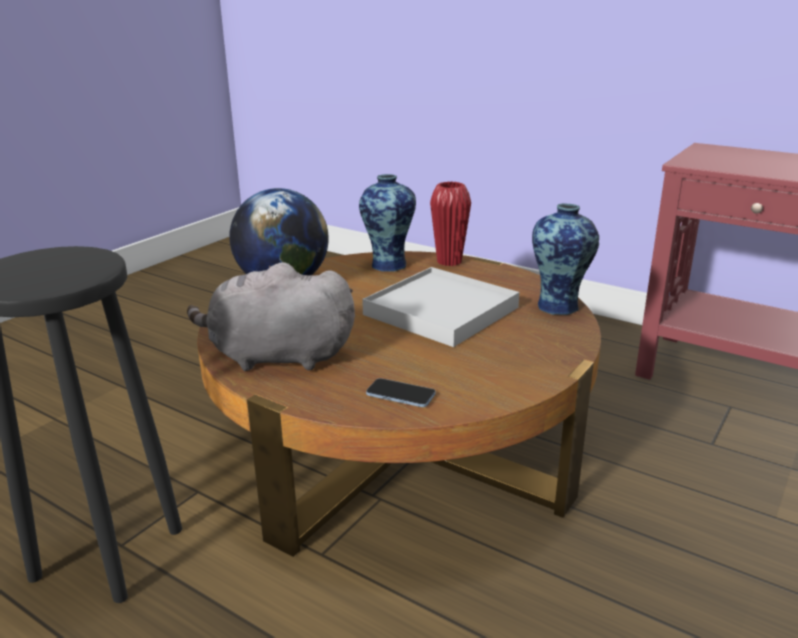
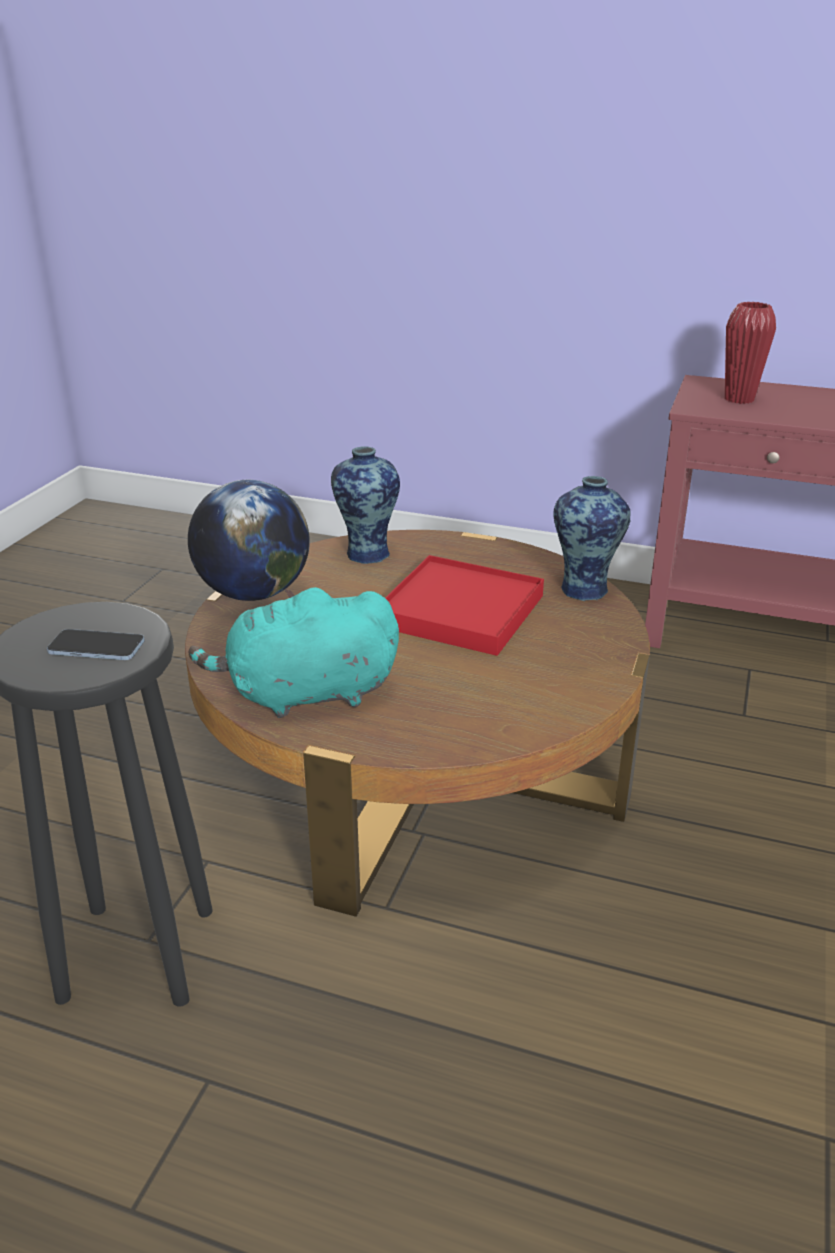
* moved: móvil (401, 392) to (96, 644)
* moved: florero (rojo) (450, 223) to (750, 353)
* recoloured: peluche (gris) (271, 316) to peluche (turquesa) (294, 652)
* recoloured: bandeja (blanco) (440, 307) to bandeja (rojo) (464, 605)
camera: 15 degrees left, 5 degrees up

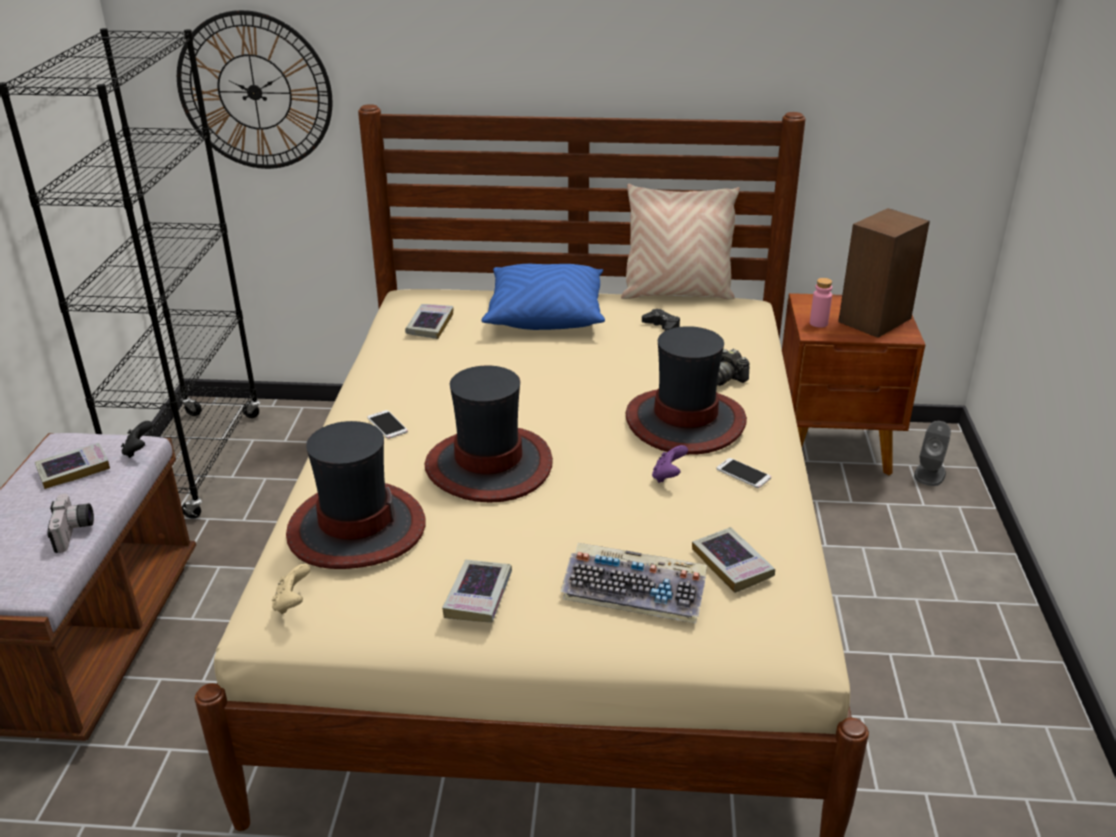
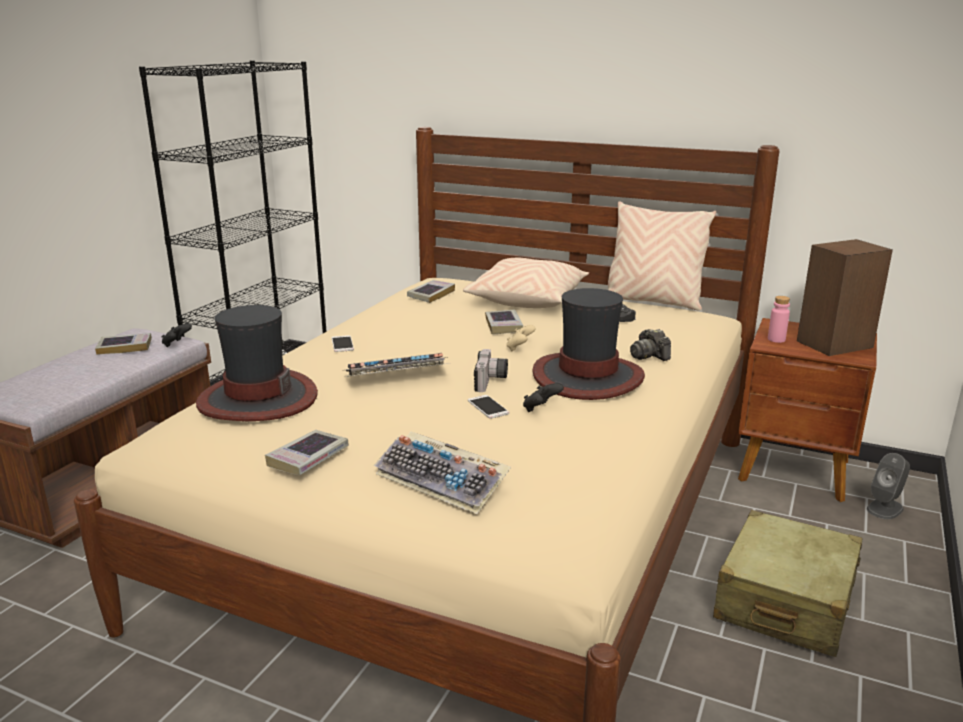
* removed: reloj de pared (255, 89)
* added: maleta (beis) (788, 583)
* moved: cámara (70, 523) to (491, 370)
* moved: mando de consola (beis) (291, 589) to (520, 338)
* moved: libro (733, 560) to (504, 322)
* moved: móvil (744, 473) to (488, 407)
* replaced: sombrero (489, 434) to teclado (398, 364)
* recoloured: cojín (azul) (543, 297) to cojín (beis) (526, 283)
* recoloured: mando de consola (morado) (670, 464) to mando de consola (negro) (543, 397)
camera: 20 degrees right, 10 degrees down

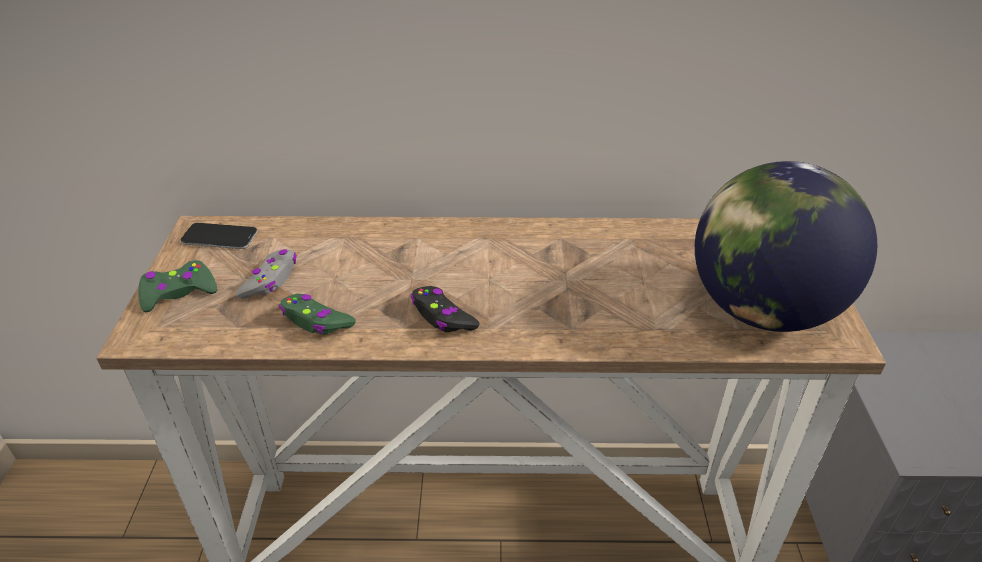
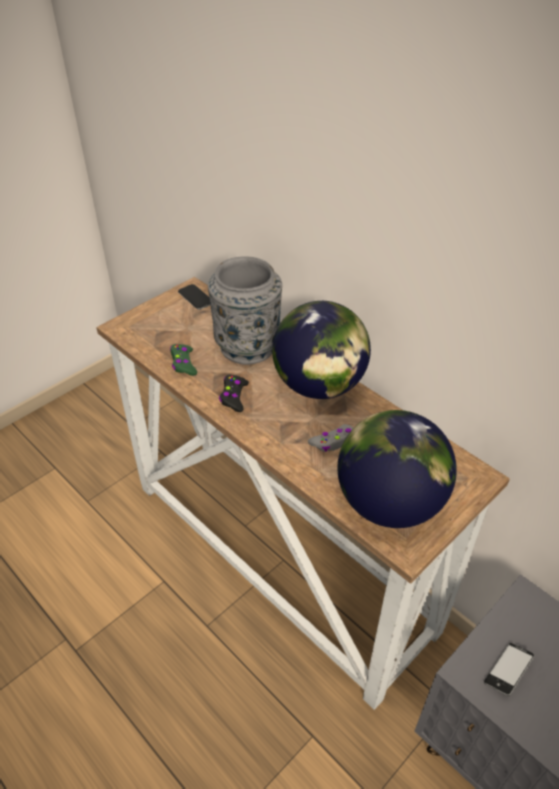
* removed: mando de consola (verde) (177, 286)
* added: florero (gris) (245, 310)
* added: globo terráqueo (321, 350)
* added: móvil (509, 669)
* moved: mando de consola (gris) (266, 273) to (330, 438)
camera: 45 degrees right, 5 degrees up

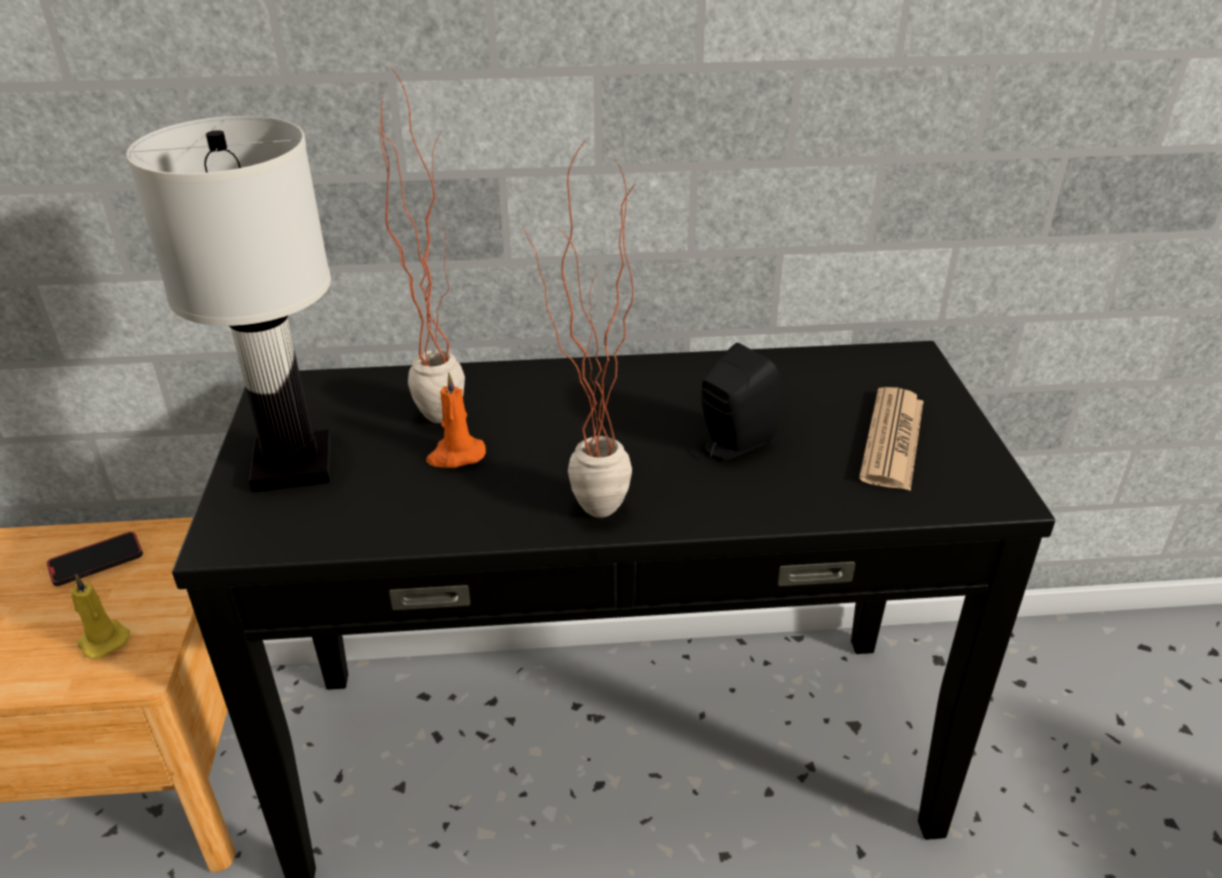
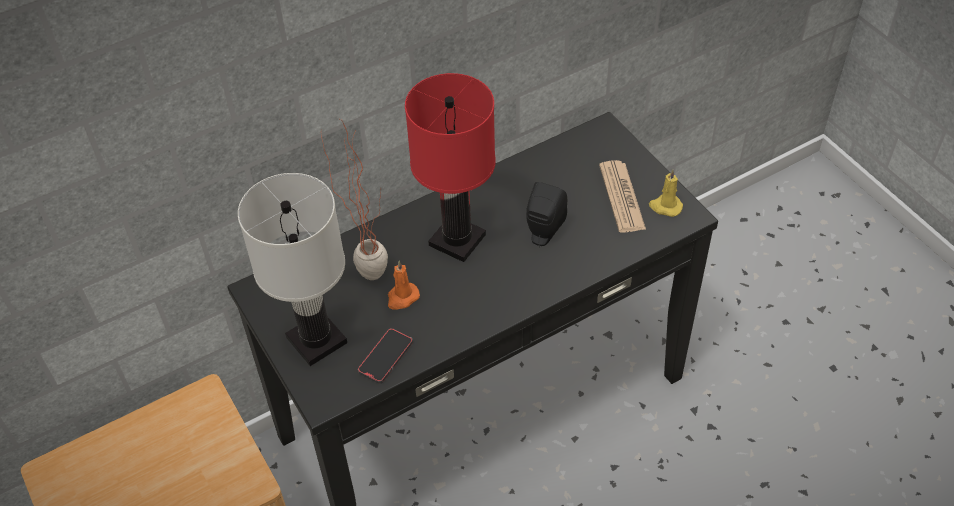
* removed: planta en maceta (579, 328)
* added: lámpara de mesa (rojo) (450, 167)
* moved: móvil (95, 559) to (385, 356)
* moved: vela (amarillo) (100, 616) to (666, 193)
camera: 25 degrees left, 15 degrees up

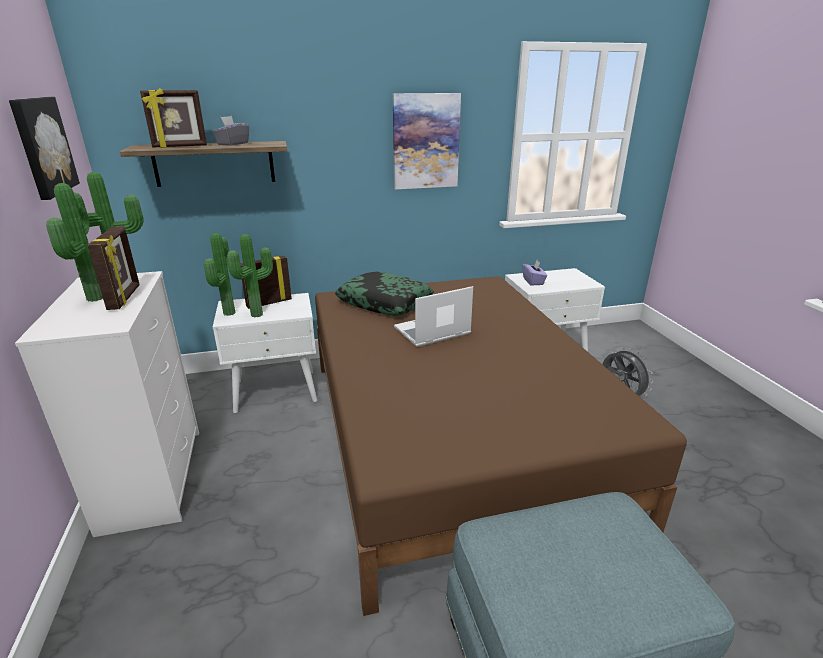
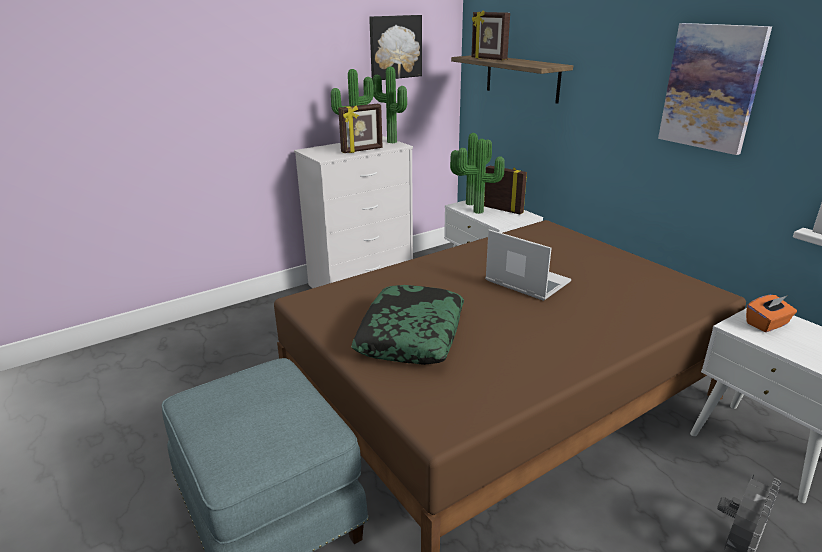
* removed: caja de pañuelos (gris) (230, 131)
* moved: cojín (384, 294) to (407, 325)
* recoloured: caja de pañuelos (morado) (535, 273) to caja de pañuelos (naranja) (771, 313)
camera: 70 degrees right, 0 degrees up

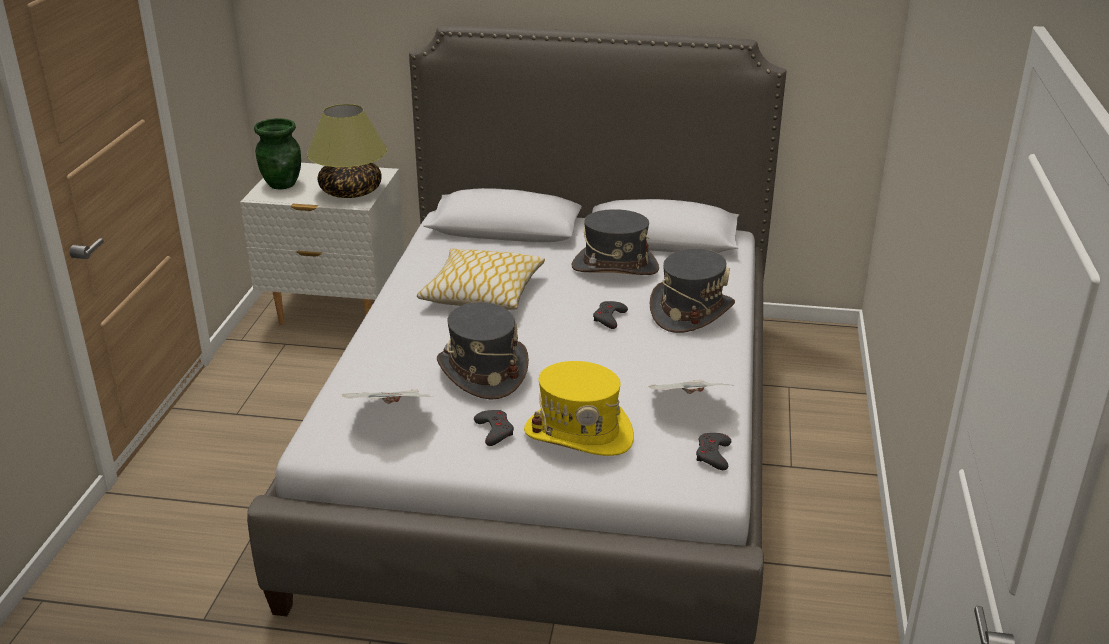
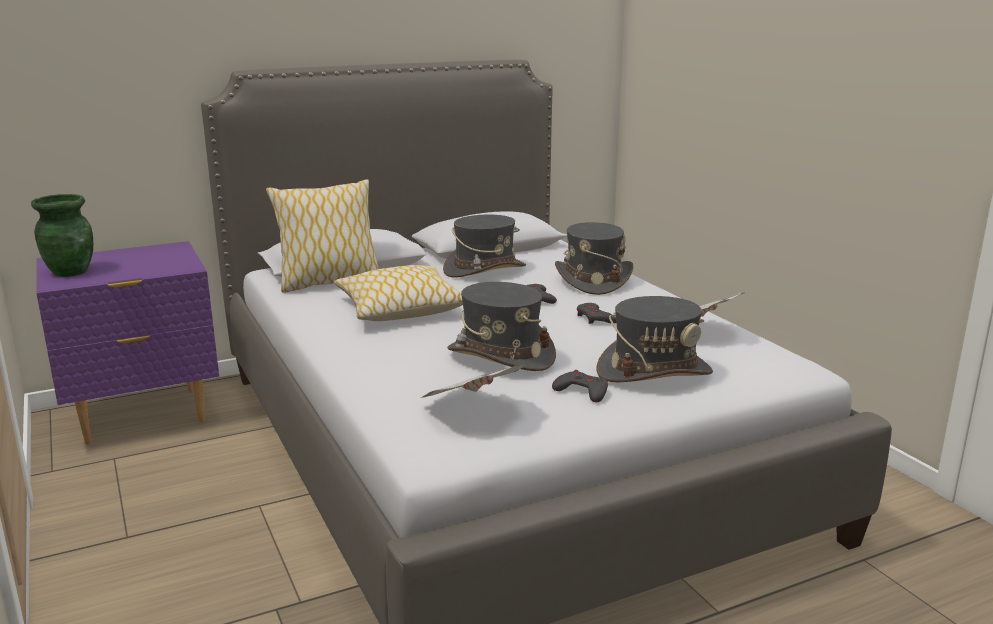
* removed: lámpara de mesa (347, 151)
* added: cojín (322, 236)
* moved: mando de consola (gris) (713, 451) to (596, 313)
* recoloured: mesita de noche (blanco) (322, 244) to mesita de noche (morado) (127, 343)
* recoloured: sombrero (amarillo) (579, 408) to sombrero (gris) (654, 339)
camera: 35 degrees left, 10 degrees down

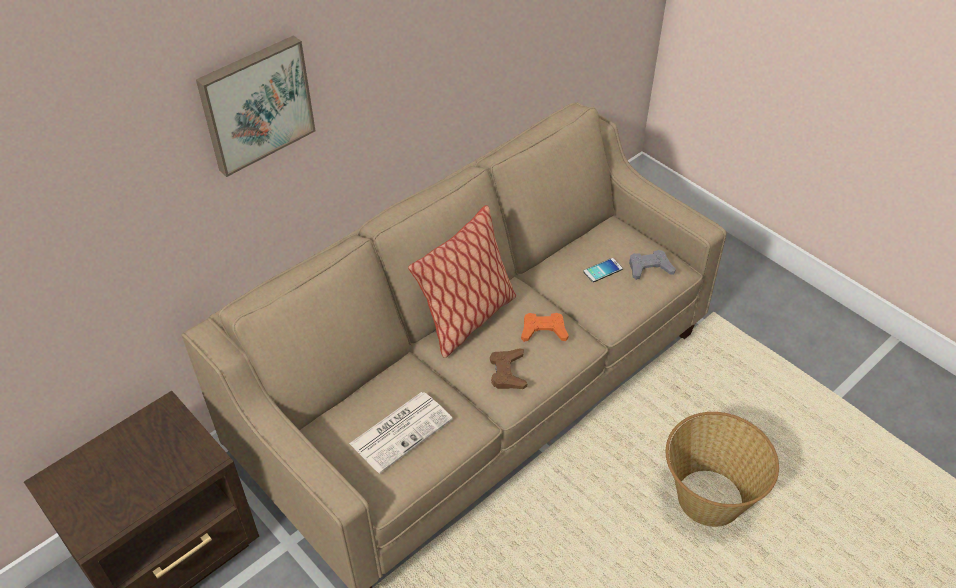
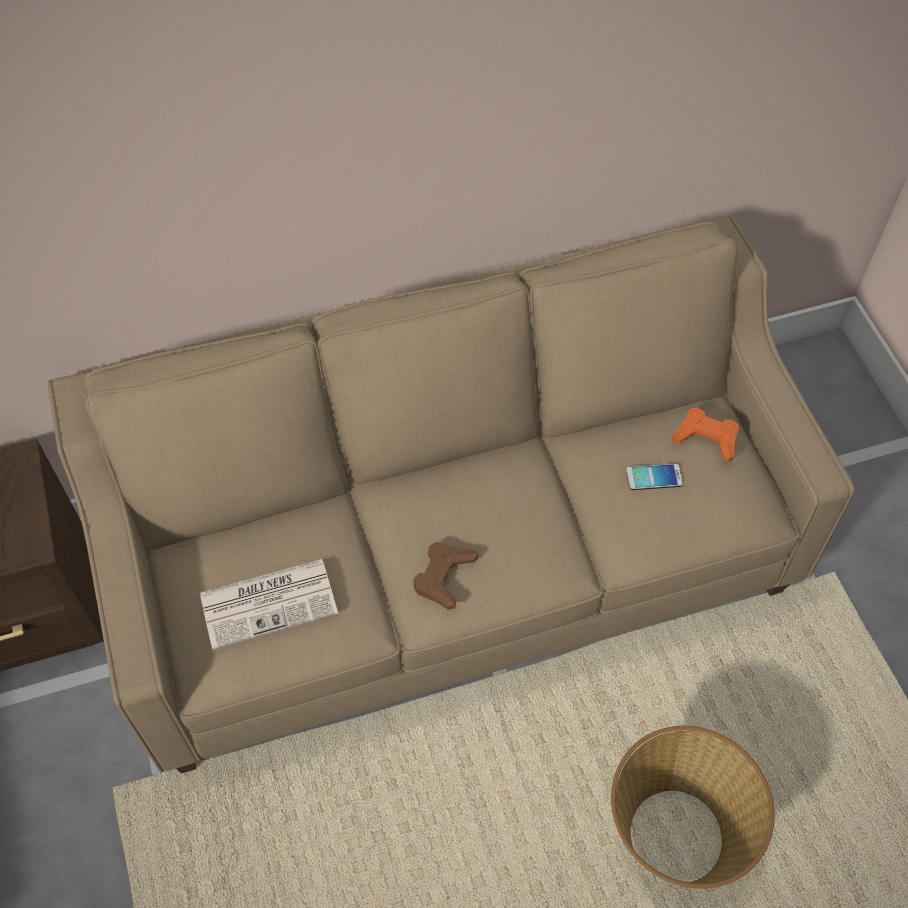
* removed: cuadro (255, 106)
* removed: cojín (462, 281)
* removed: mando de consola (gris) (652, 265)
* moved: mando de consola (naranja) (545, 327) to (705, 435)
camera: 25 degrees right, 10 degrees up

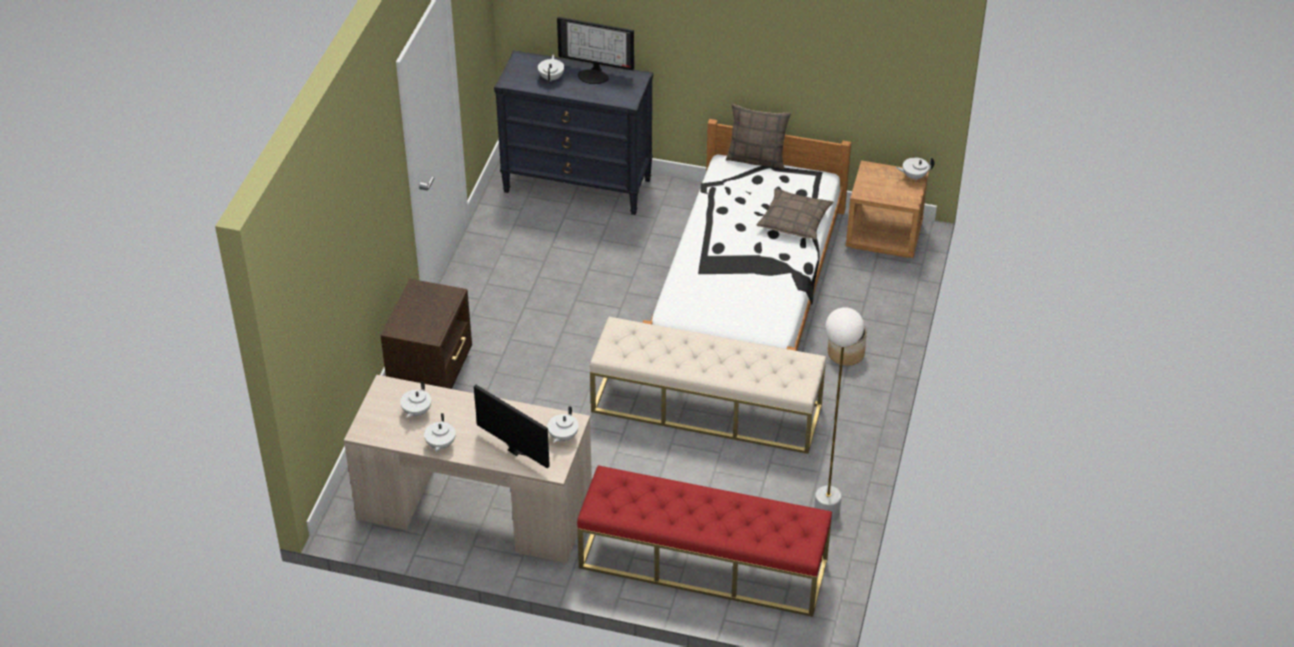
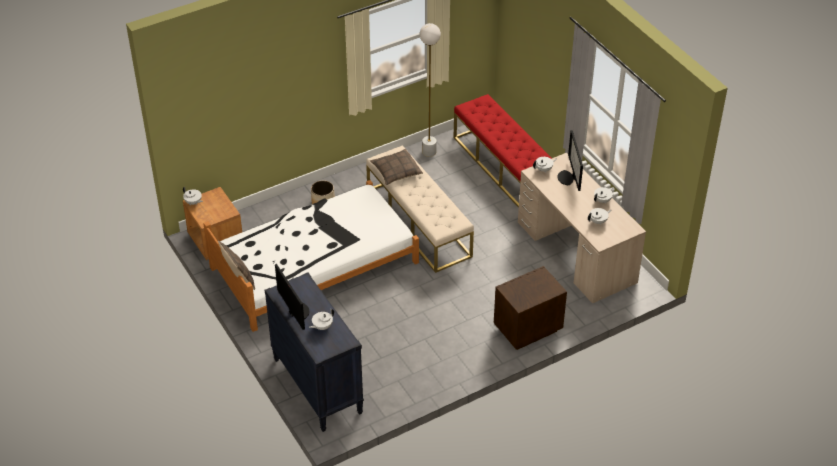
* moved: cojín (795, 214) to (396, 167)
camera: 135 degrees left, 0 degrees up

